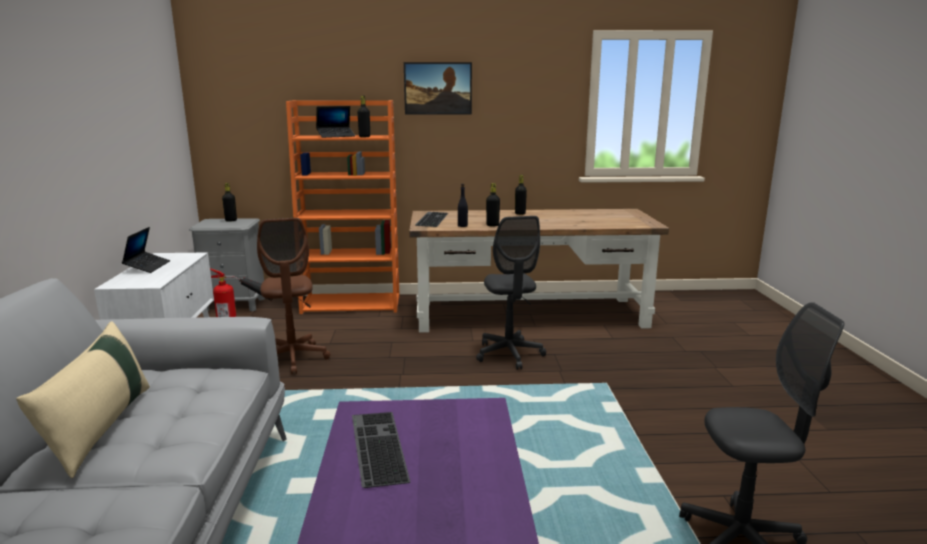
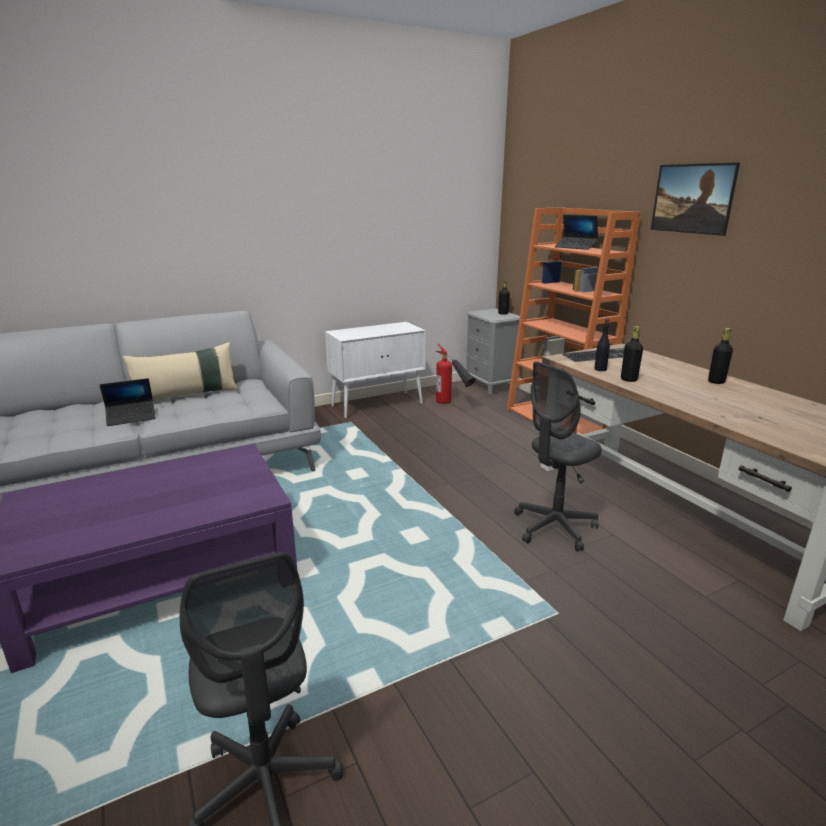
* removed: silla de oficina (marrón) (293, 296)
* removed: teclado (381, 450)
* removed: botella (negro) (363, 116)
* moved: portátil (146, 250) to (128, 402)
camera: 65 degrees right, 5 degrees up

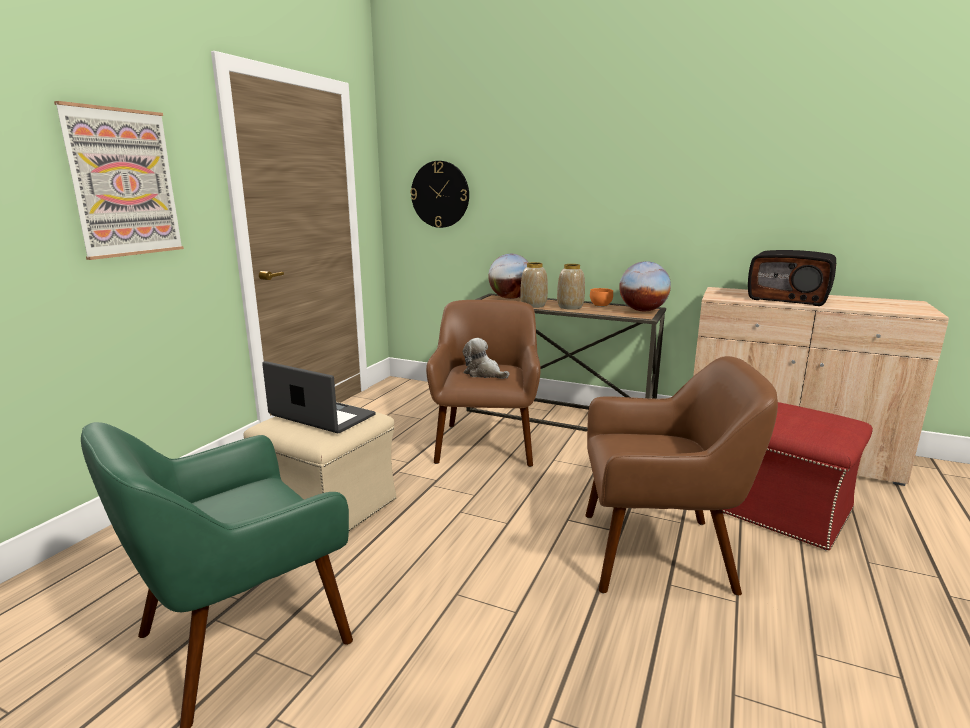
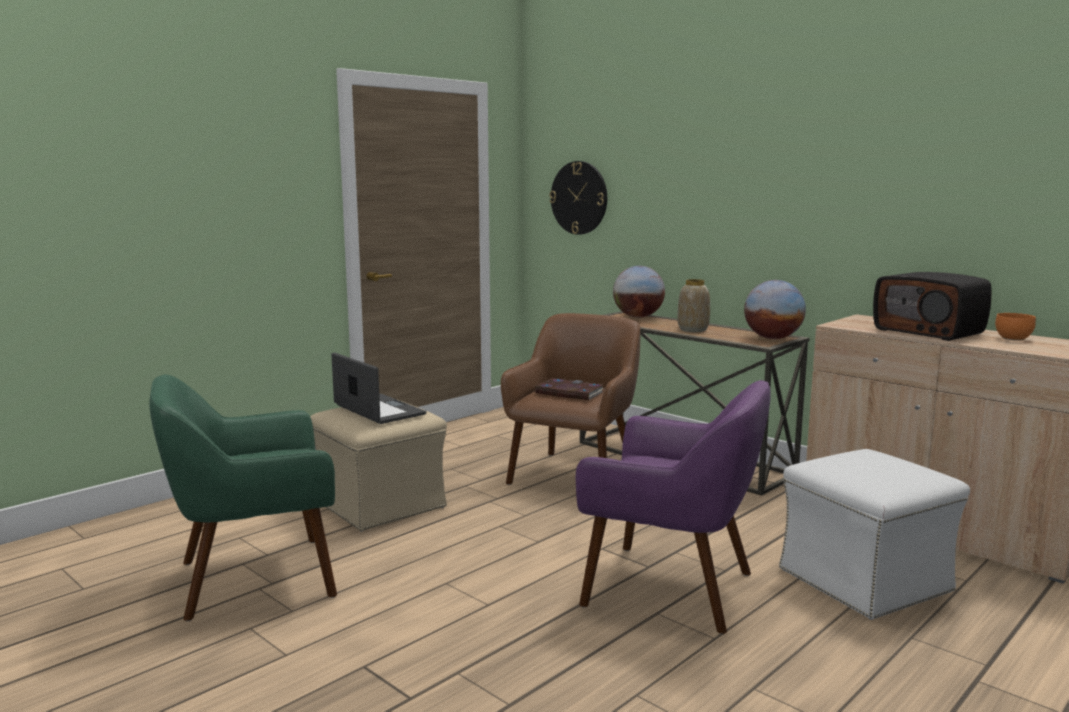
* removed: cuadro (119, 180)
* removed: florero (534, 285)
* moved: cuenco (naranja) (601, 297) to (1015, 327)
* replaced: peluche (486, 358) to libro (569, 389)
* recoloured: sillón (marrón) (681, 476) to sillón (morado) (673, 507)
* recoloured: puf (rojo) (797, 476) to puf (blanco) (874, 534)
camera: 20 degrees right, 5 degrees down

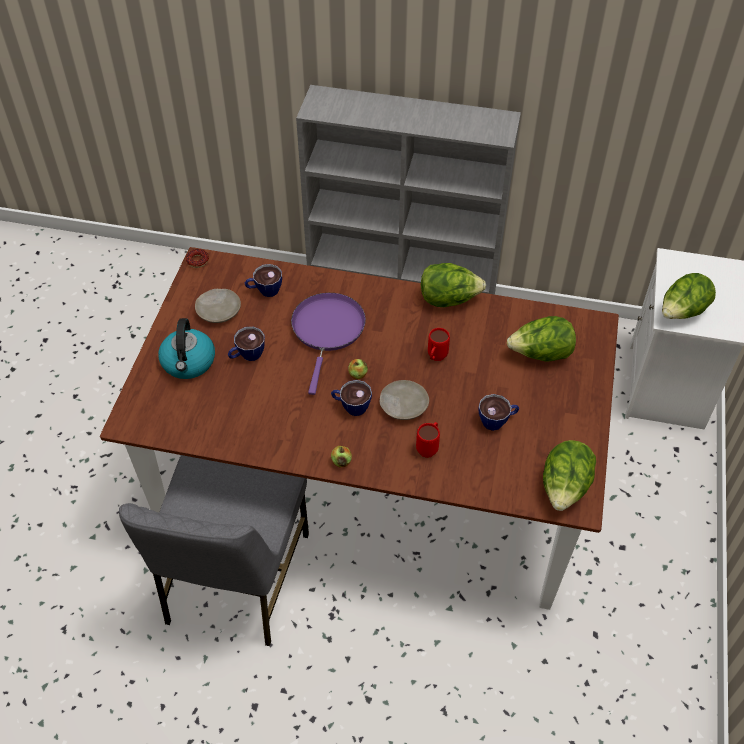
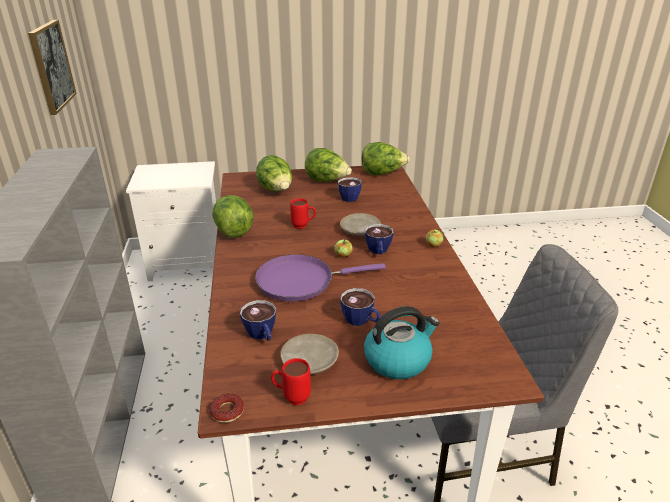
* added: cuadro (52, 67)
* moved: taza grande (rojo) (428, 440) to (291, 381)
* moved: lechuga (689, 296) to (328, 165)
camera: 110 degrees left, 20 degrees down

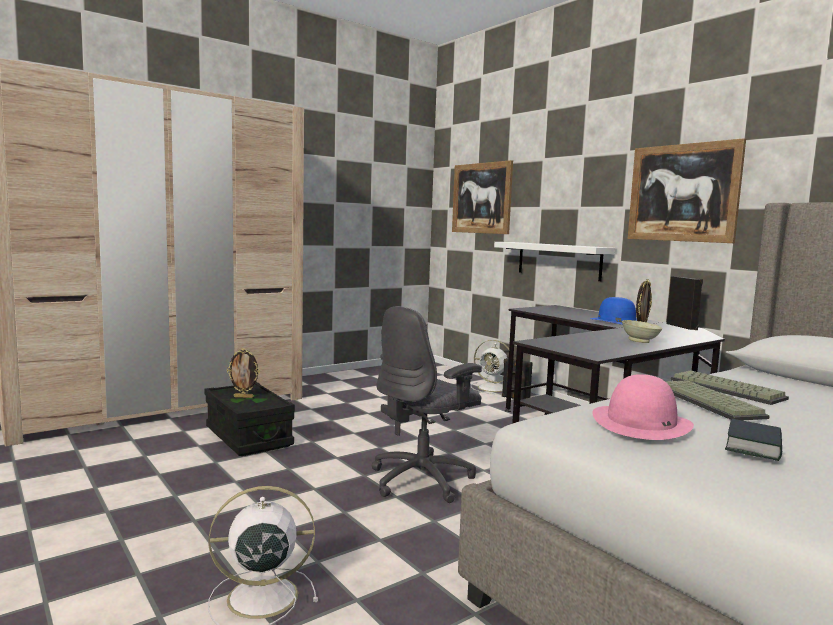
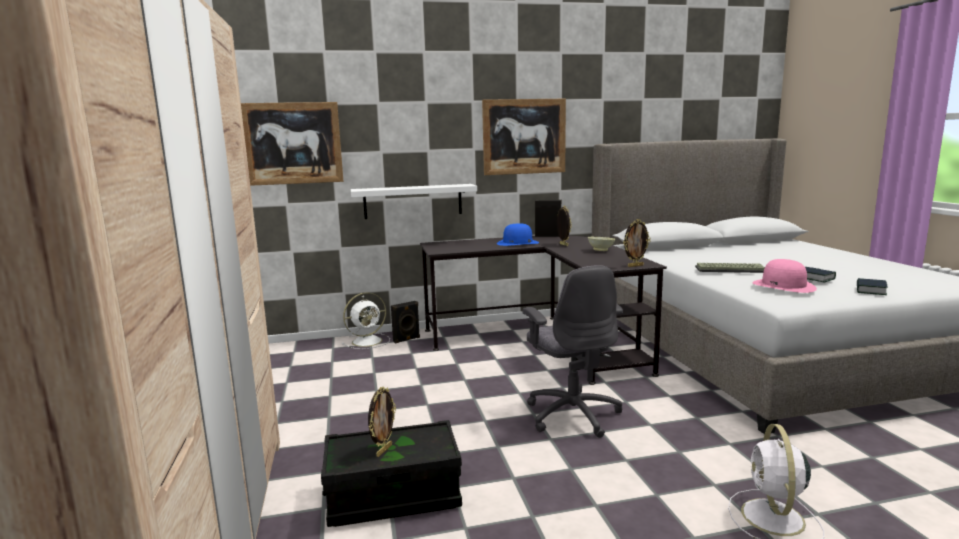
* removed: teclado (730, 387)
* added: portarretratos (637, 243)
* added: libro (872, 286)
camera: 65 degrees left, 5 degrees up

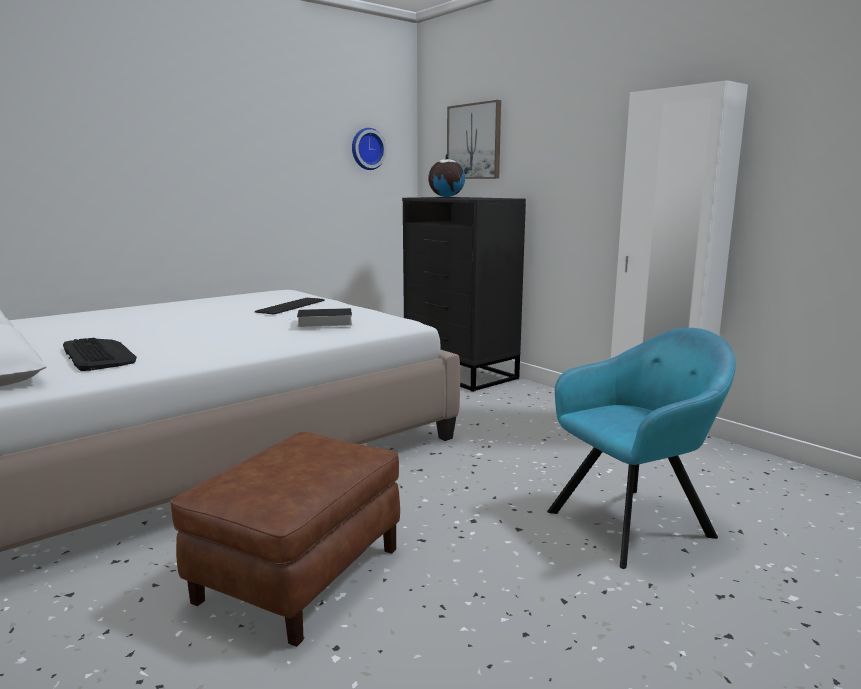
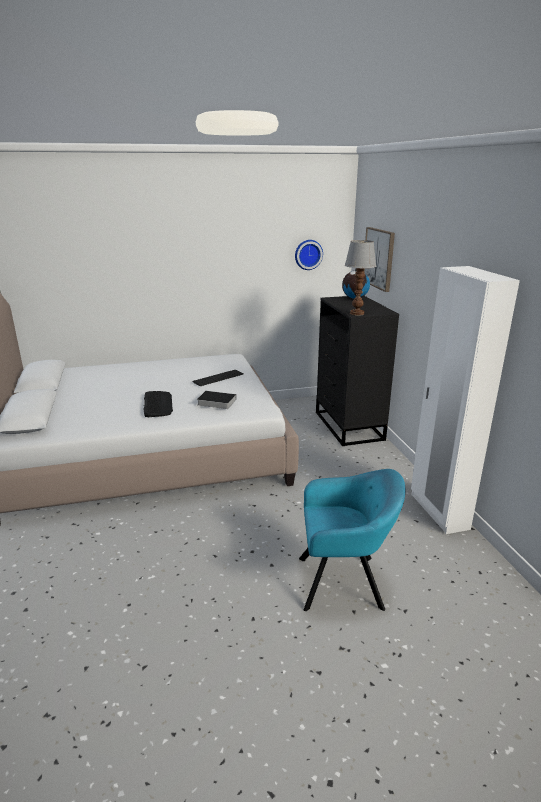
* removed: puf (marrón) (285, 539)
* added: lámpara de mesa (360, 278)
* moved: teclado (100, 354) to (158, 404)
camera: 25 degrees right, 10 degrees up

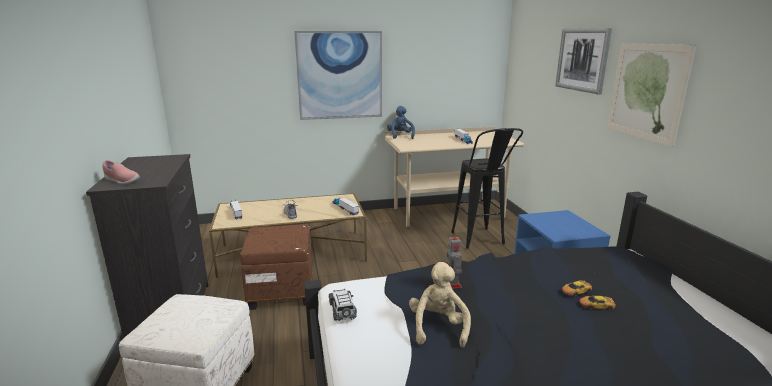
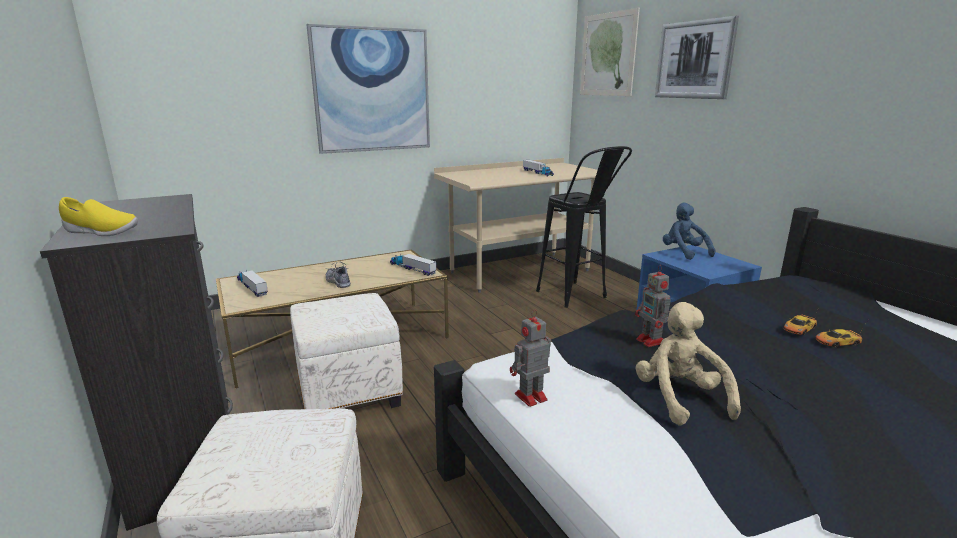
* moved: peluche (azul) (401, 122) to (689, 231)
* moved: cuadro (651, 95) to (610, 52)
* replaced: coche de juguete (343, 305) to robot de juguete (530, 358)
* recoloured: zapato (rosa) (121, 172) to zapato (amarillo) (98, 216)
* recoloured: puf (marrón) (276, 267) to puf (blanco) (346, 351)
camera: 15 degrees left, 0 degrees up

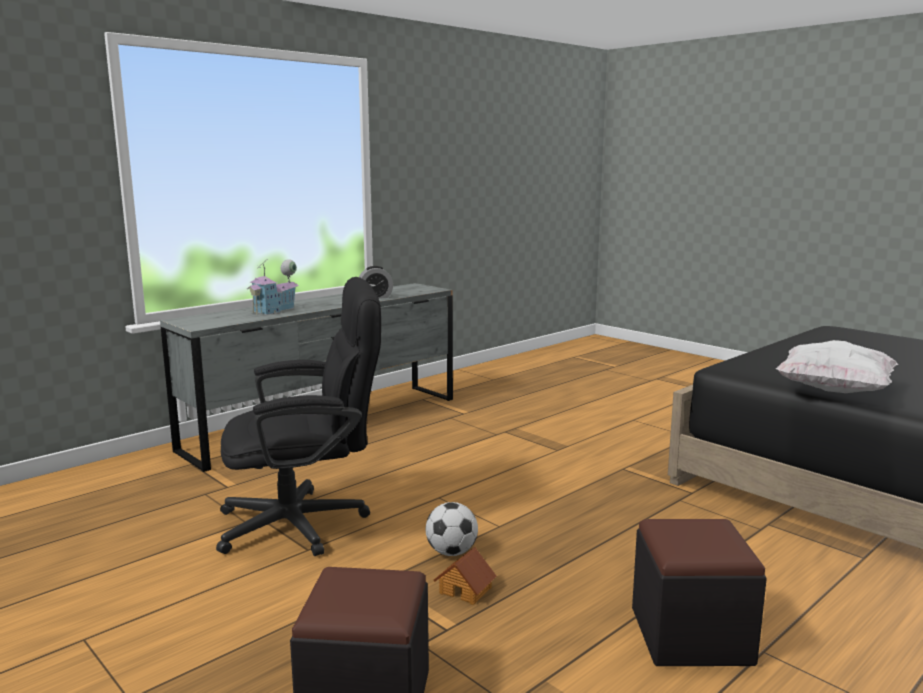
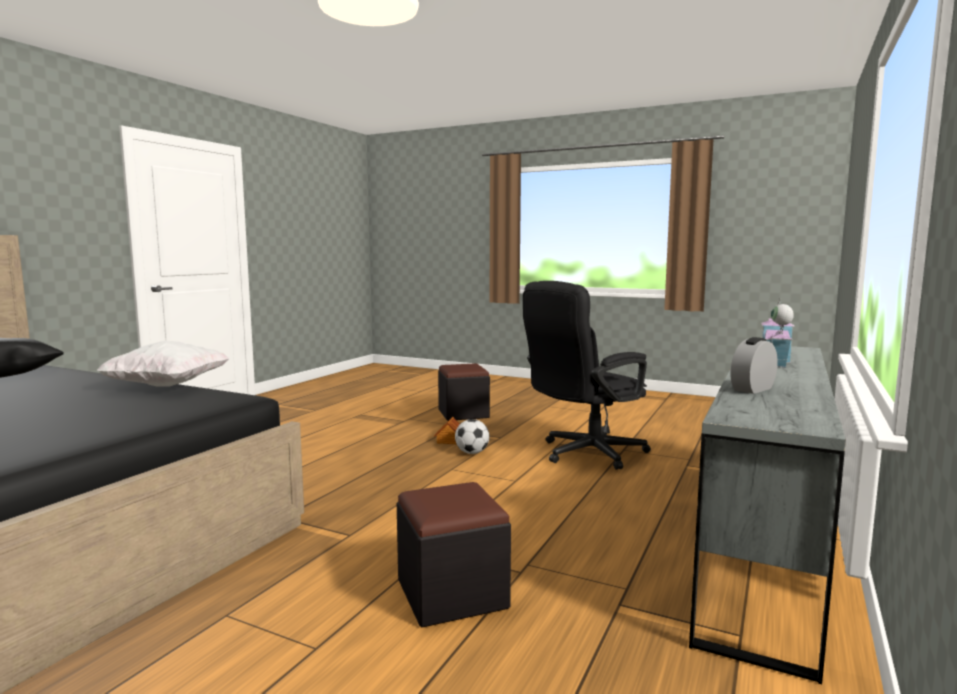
* moved: puf (negro) (699, 592) to (454, 554)
camera: 160 degrees right, 5 degrees down

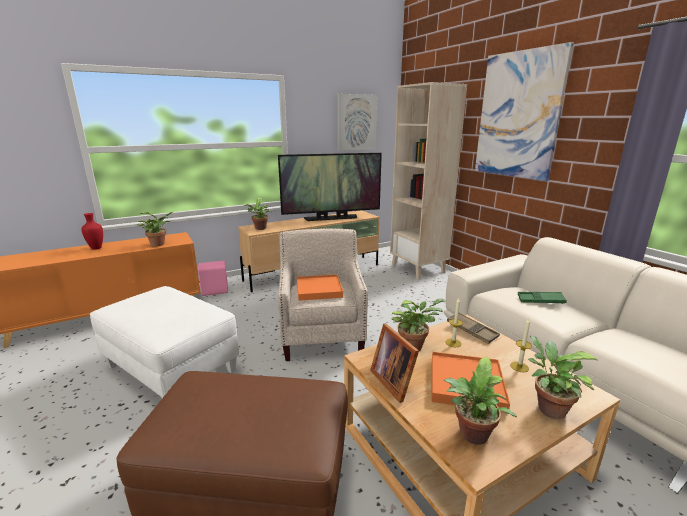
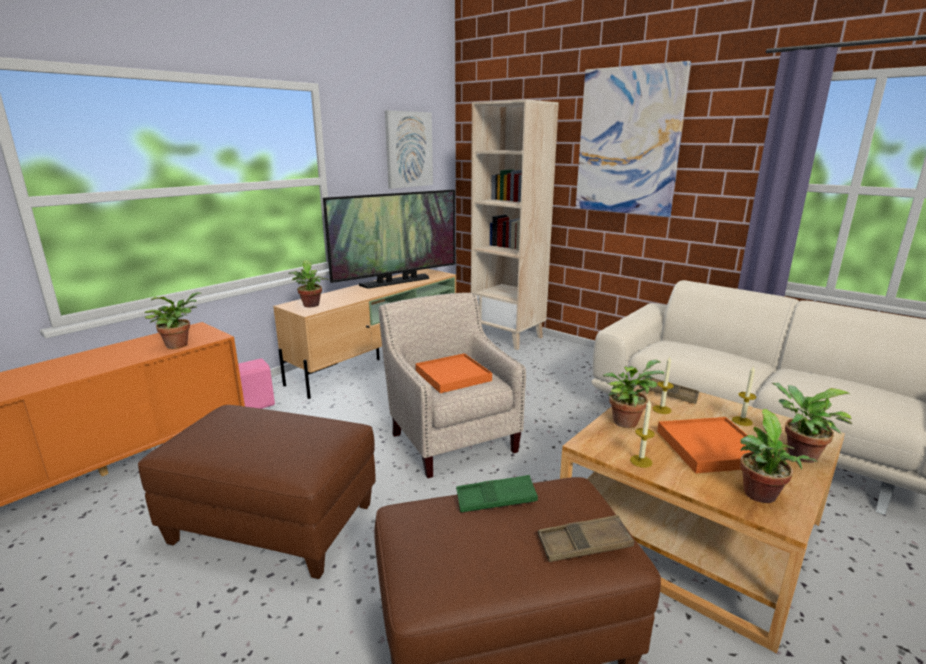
* removed: florero (rojo) (92, 231)
* added: bandeja (marrón) (586, 538)
* moved: bandeja (verde) (542, 298) to (497, 493)
* replaced: portarretratos (394, 363) to vela (642, 433)
* recoloured: puf (blanco) (164, 342) to puf (marrón) (257, 492)
camera: 20 degrees left, 0 degrees up

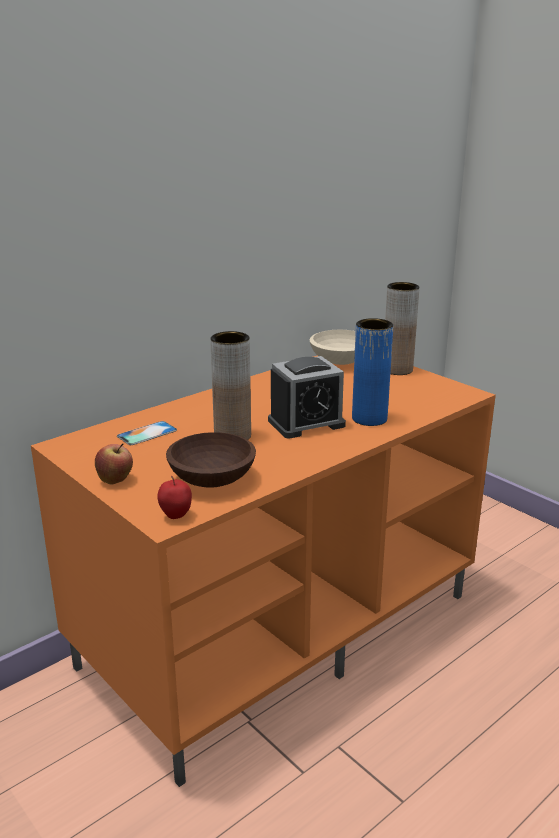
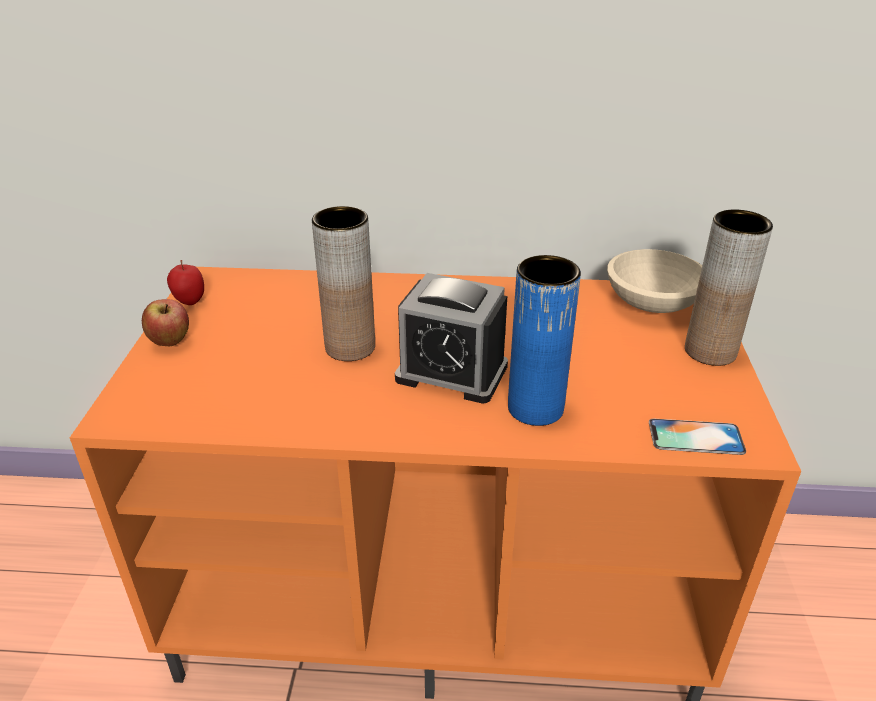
* removed: cuenco (marrón) (211, 460)
* moved: móvil (147, 433) to (697, 437)
* moved: manzana (174, 497) to (185, 282)
camera: 45 degrees right, 10 degrees up

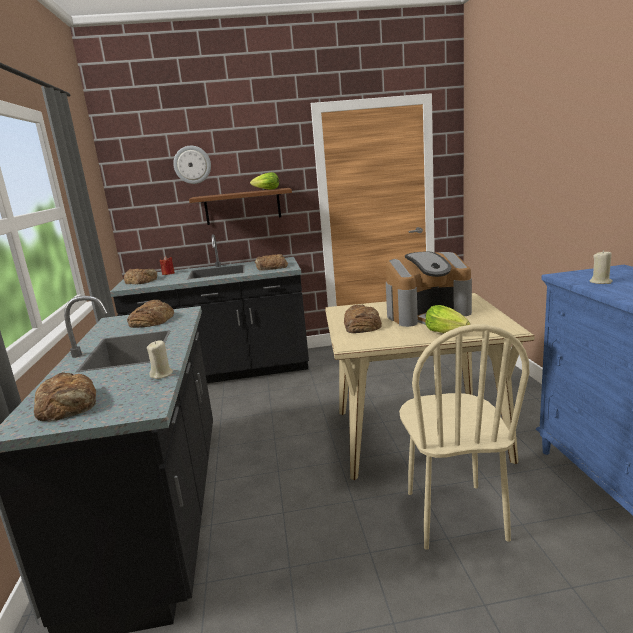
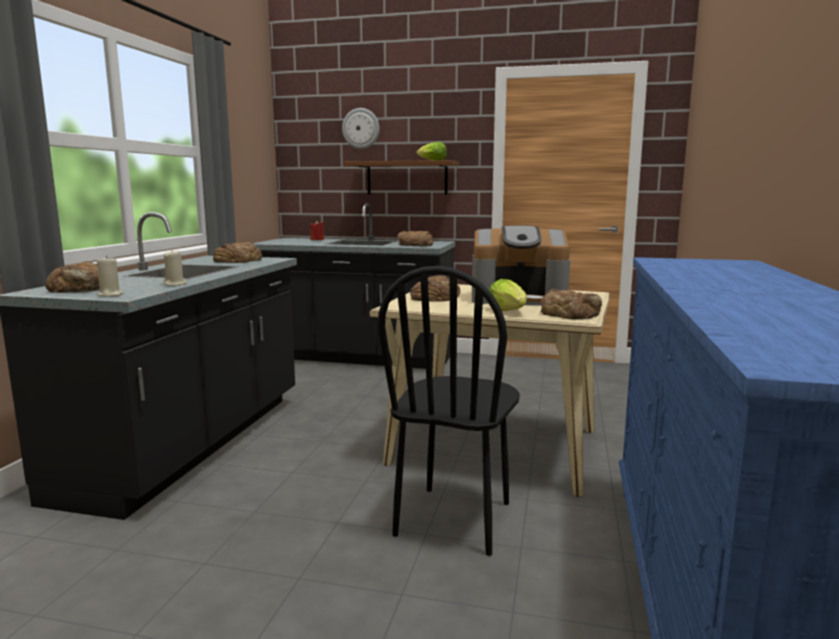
* moved: pan (140, 276) to (571, 304)
* moved: vela (beis) (601, 267) to (110, 276)
* recoloured: silla (beis) (464, 437) to silla (negro) (449, 411)
camera: 20 degrees right, 5 degrees down

